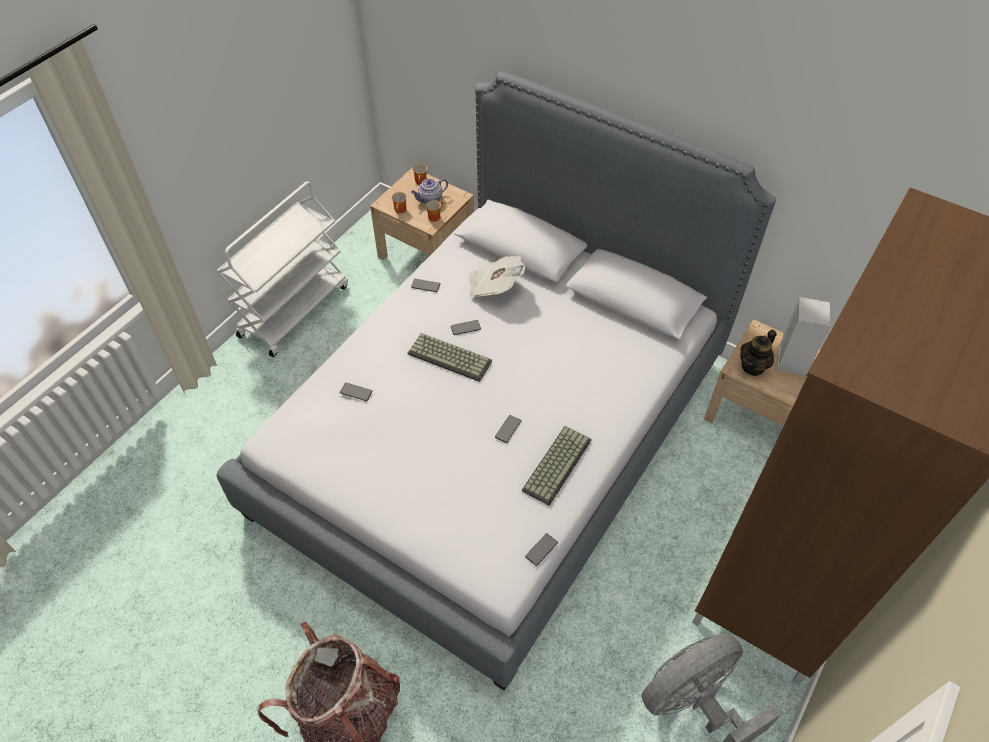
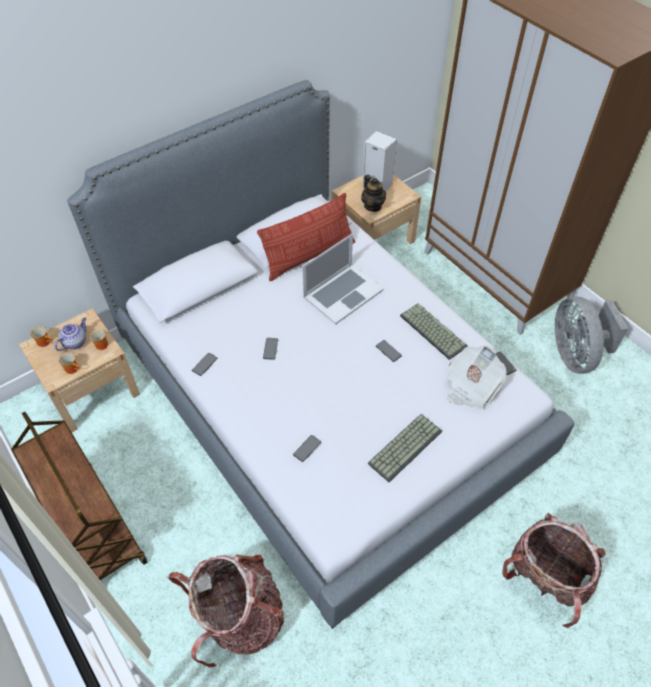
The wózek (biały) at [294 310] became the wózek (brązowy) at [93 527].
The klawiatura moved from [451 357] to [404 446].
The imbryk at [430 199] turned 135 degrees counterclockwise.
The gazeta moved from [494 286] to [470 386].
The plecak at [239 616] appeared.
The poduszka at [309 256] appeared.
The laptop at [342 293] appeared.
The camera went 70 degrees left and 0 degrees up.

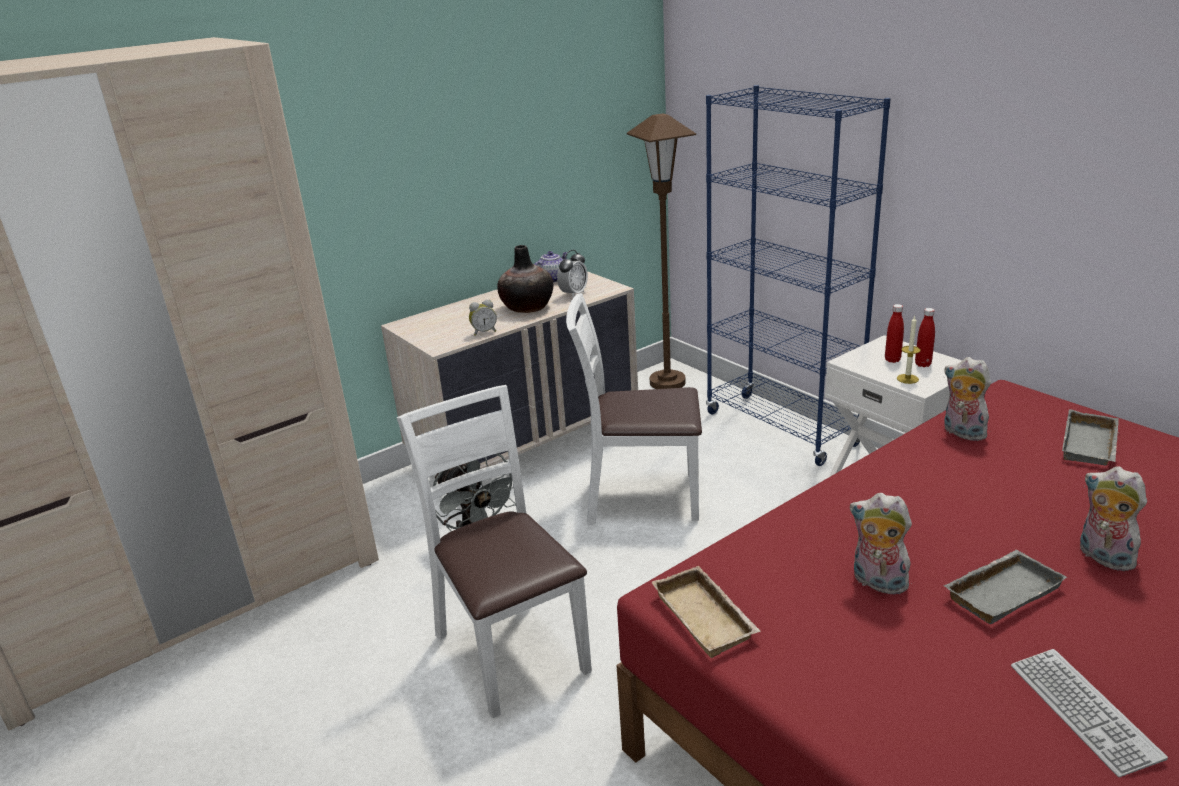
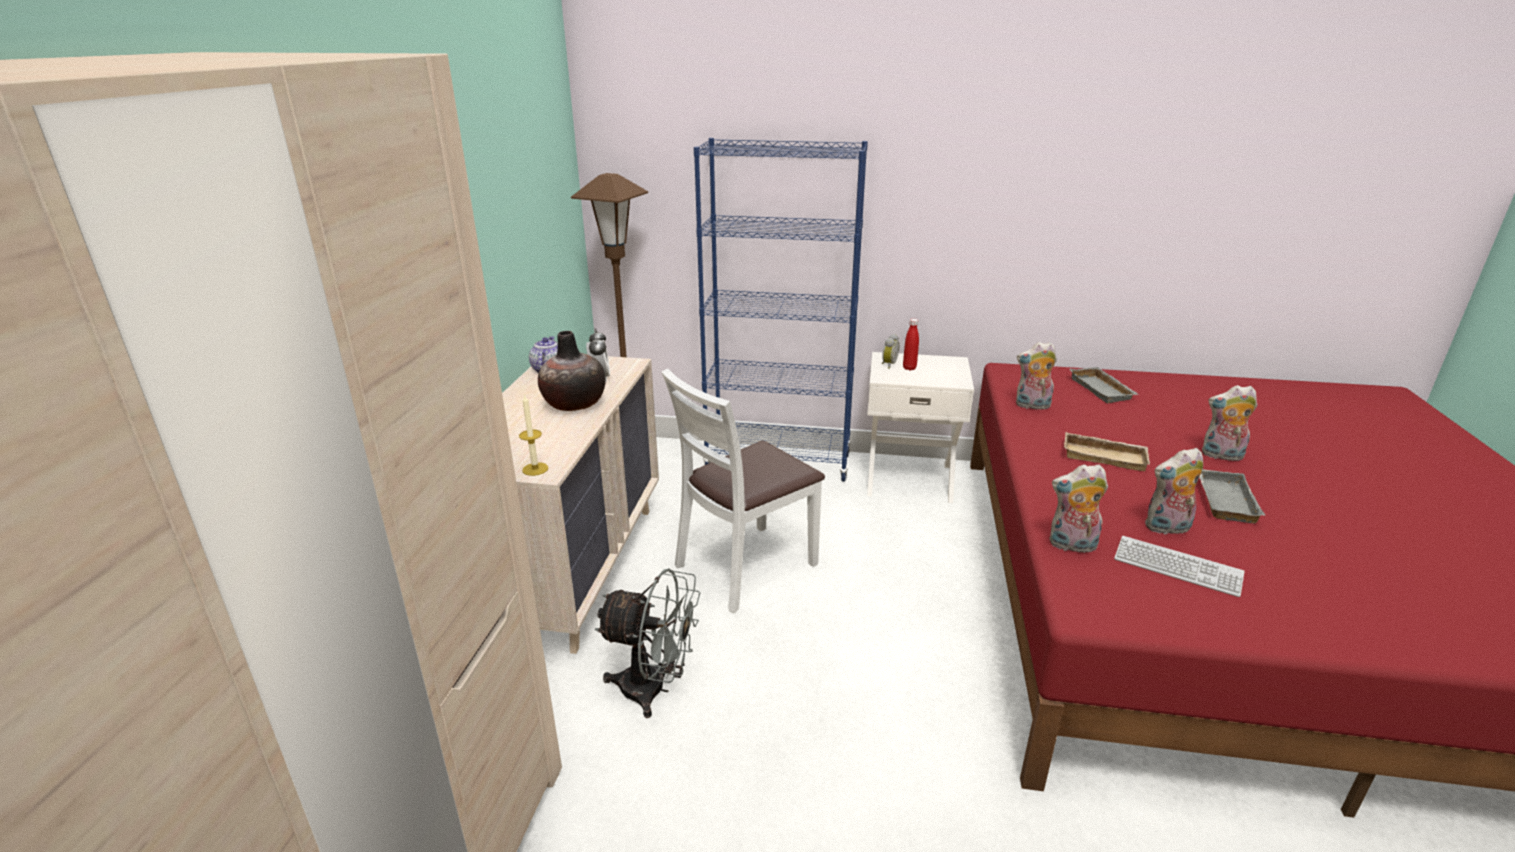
The krzesło (biały) at [512 650] disappeared.
The budzik moved from [484 332] to [888 364].
The taca (beżowy) moved from [707 617] to [1105 456].
The świeca moved from [907 379] to [535 469].
The butelka (czerwony) at [923 364] disappeared.
The klawiatura moved from [1083 711] to [1177 567].
The pluszak at [1071 545] appeared.
The camera went 45 degrees left and 0 degrees up.

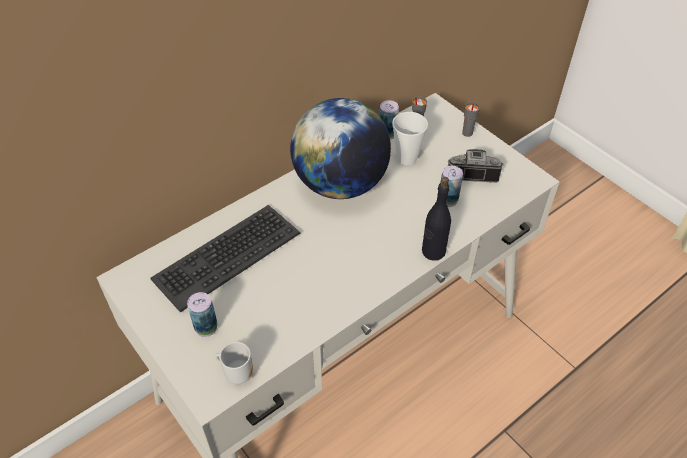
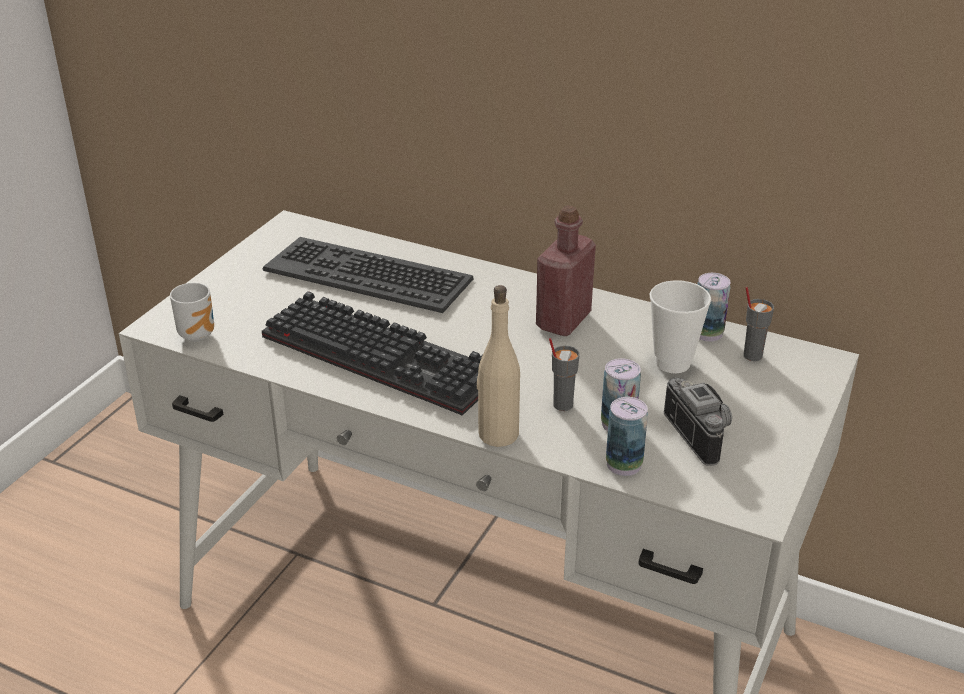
The puszka moved from [206 327] to [624 464].
The globus at [340 184] was replaced by the butelka (czerwony) at [563 321].
The butelka (czarny) at [433 251] became the butelka (beżowy) at [497 434].
The filiżanka (szary) moved from [467 133] to [562 405].
The klawiatura at [386 356] appeared.
The camera went 65 degrees right and 15 degrees down.

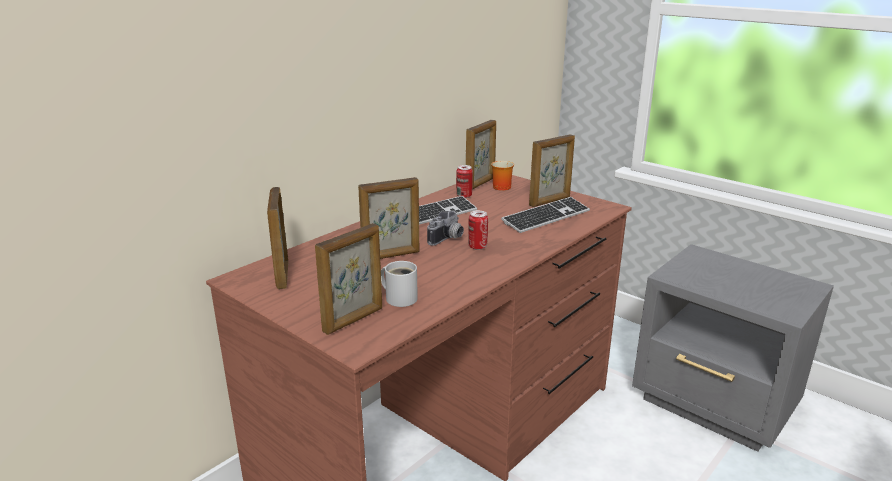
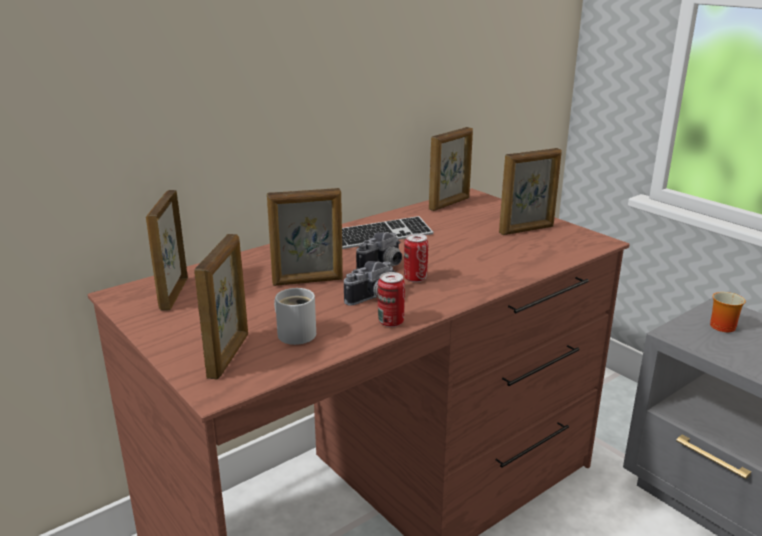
The ramka na zdjęcie at [354 320] turned 45 degrees counterclockwise.
The puszka moved from [464 196] to [391 322].
The kubek moved from [500 186] to [720 325].
The klawiatura at [546 217] disappeared.
The aparat fotograficzny at [374 299] appeared.
The camera went 10 degrees right and 0 degrees up.

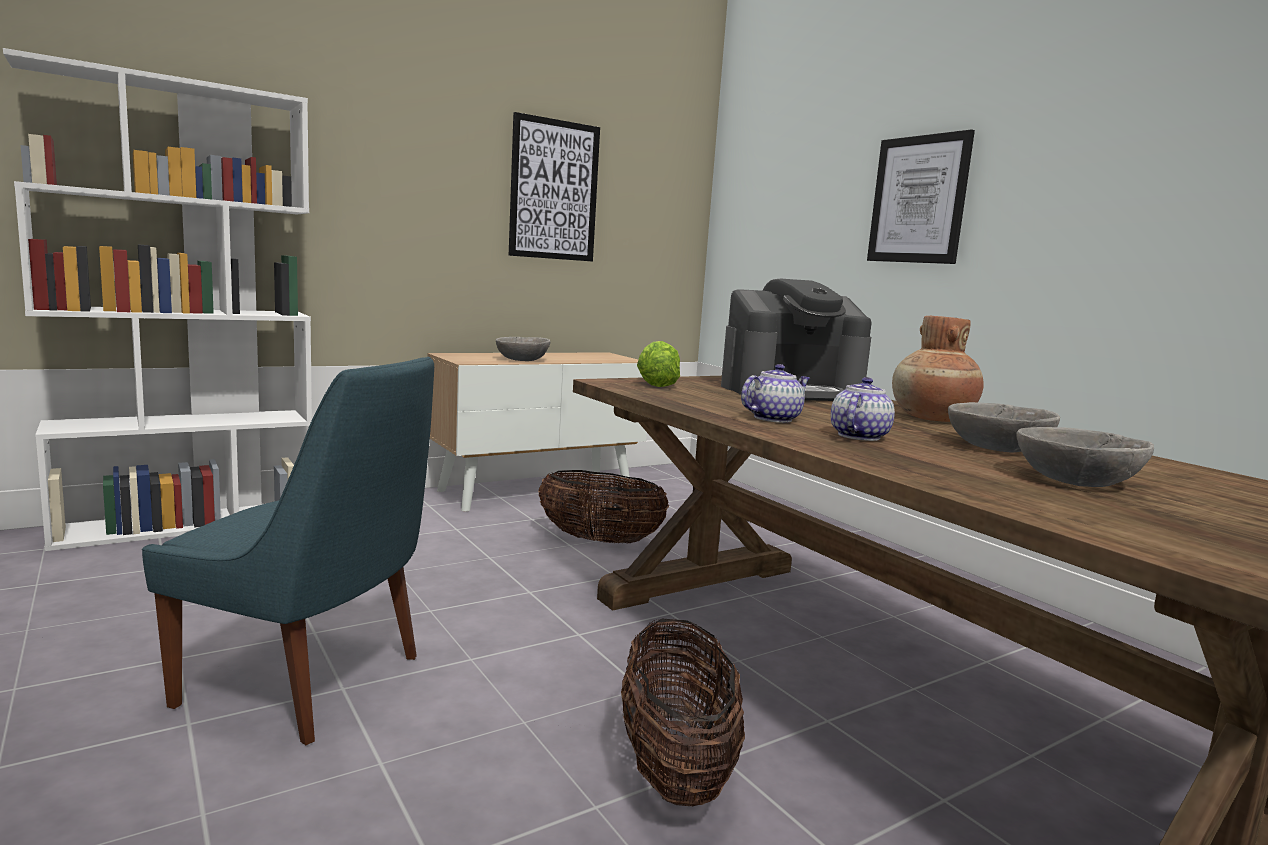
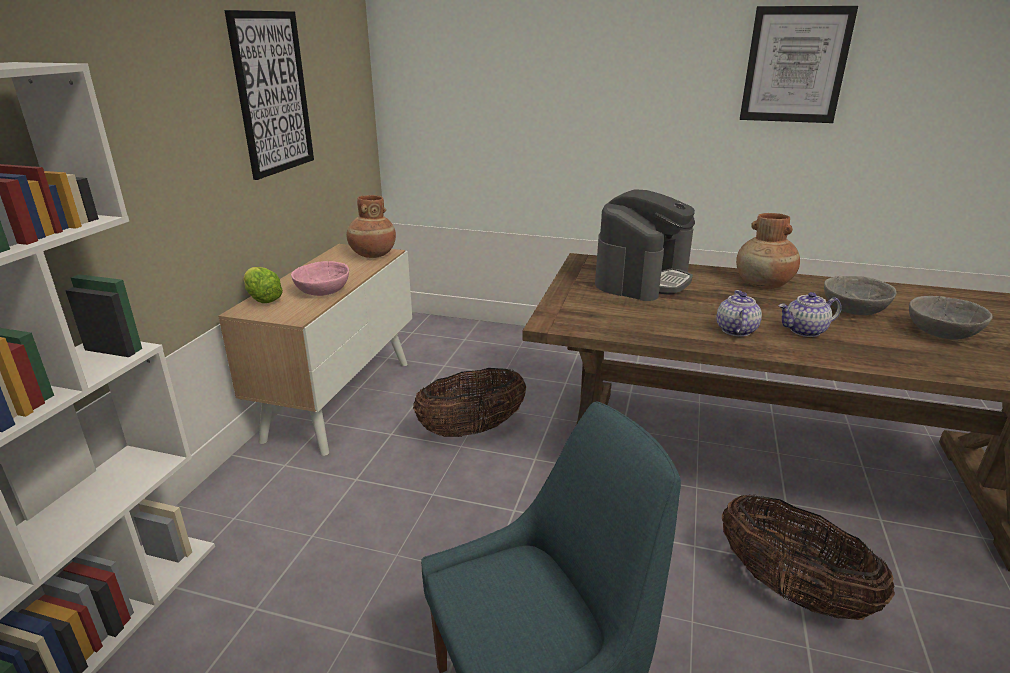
The miska (szary) at [522 359] became the miska (różowy) at [323 291].
The sałata moved from [657 384] to [263 299].
The imbryk at [858 436] turned 90 degrees counterclockwise.
The obraz moved from [918 200] to [795 65].
The wazon (brązowy) at [372 254] appeared.
The camera went 40 degrees left and 15 degrees up.

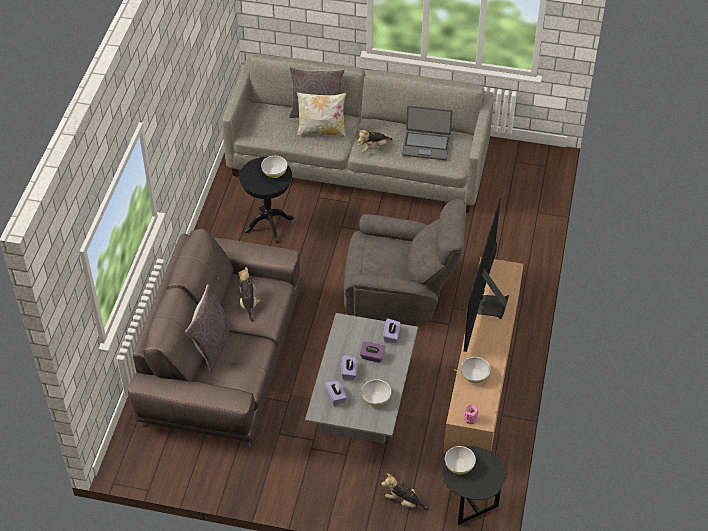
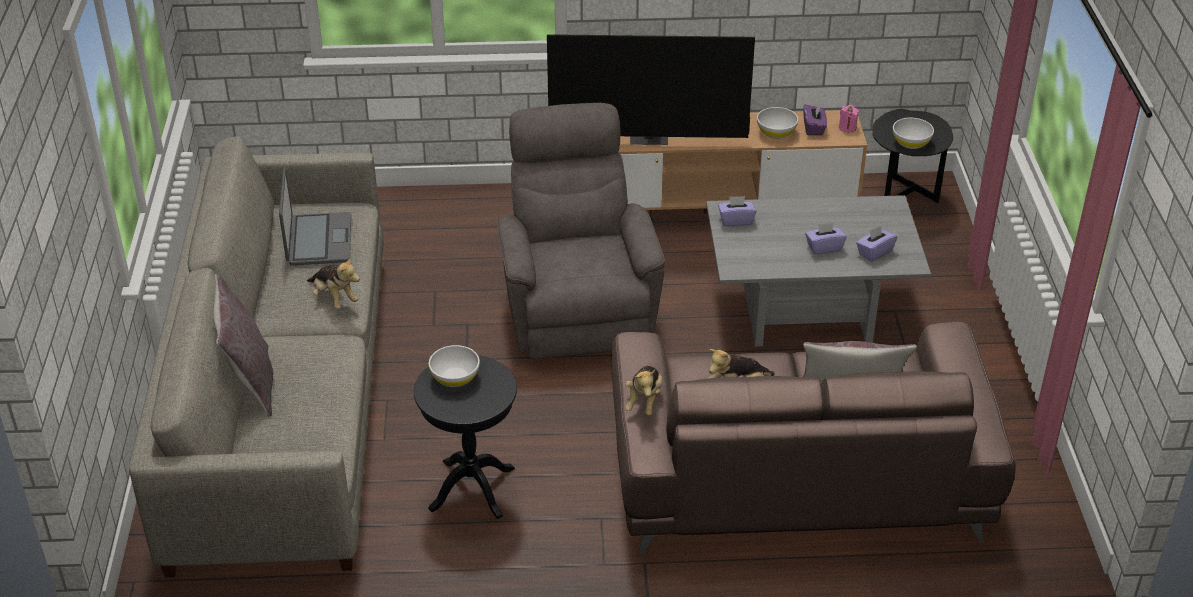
The poduszka at [321 131] disappeared.
The pudełko chusteczek (fioletowy) moved from [372 356] to [814 128].
The miska (biały) at [376 398] disappeared.
The pluszak moved from [404 501] to [644 401].
The camera went 105 degrees left and 10 degrees down.

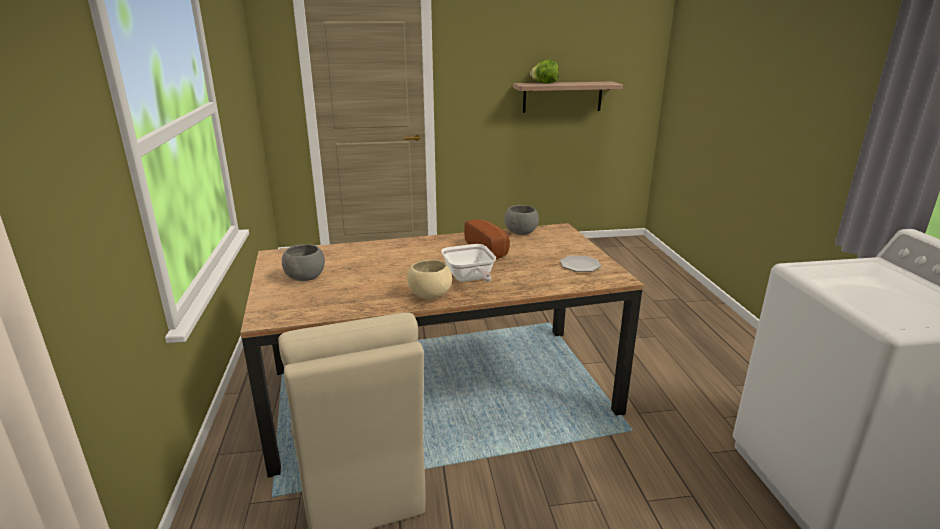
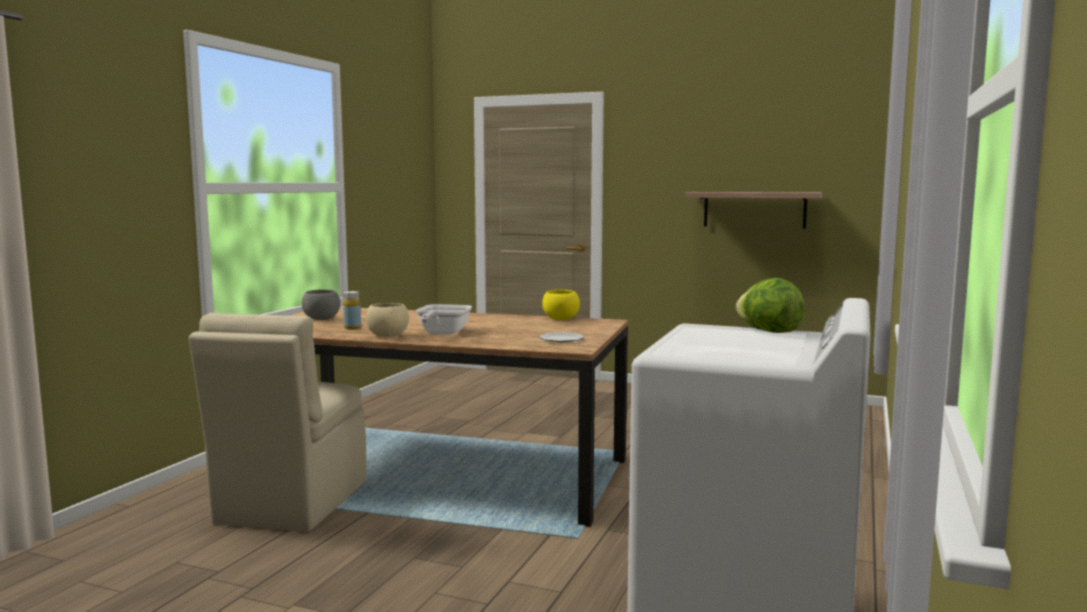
The chleb at [489 249] disappeared.
The miska (szary) at [521 233] became the miska (żółty) at [560 319].
The sałata moved from [544 83] to [769 332].
The butelka (żółty) at [352 328] appeared.
The camera went 30 degrees right and 15 degrees down.

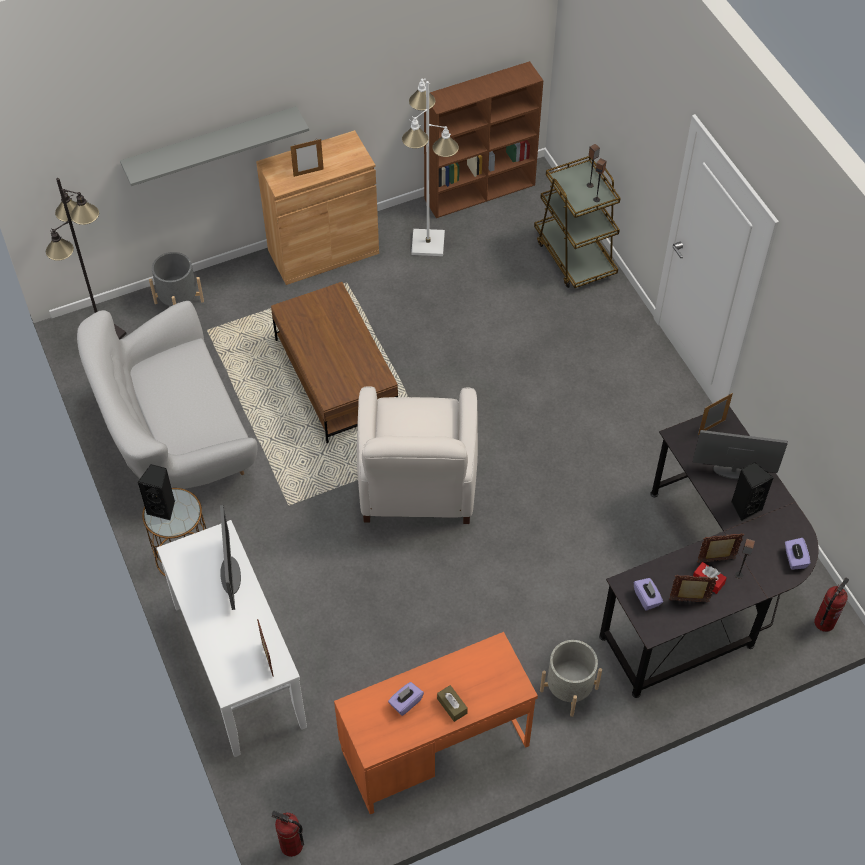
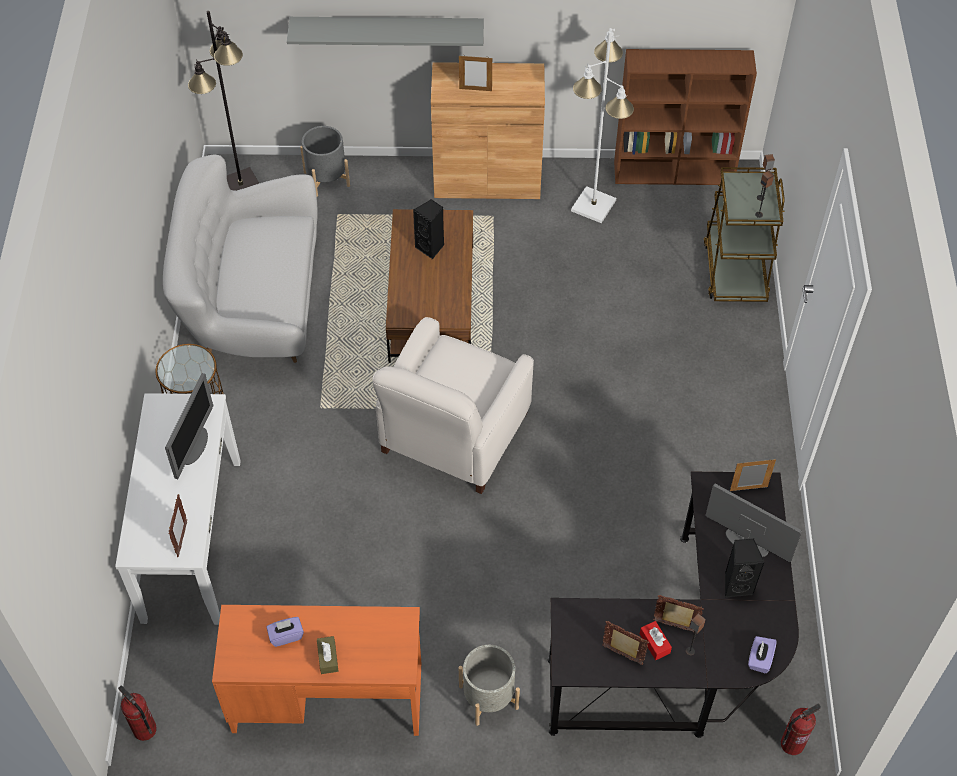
The głośnik (czarny) moved from [163 508] to [431 247].
The pudełko chusteczek (fioletowy) at [647 598] disappeared.
The camera went 25 degrees right and 0 degrees up.

